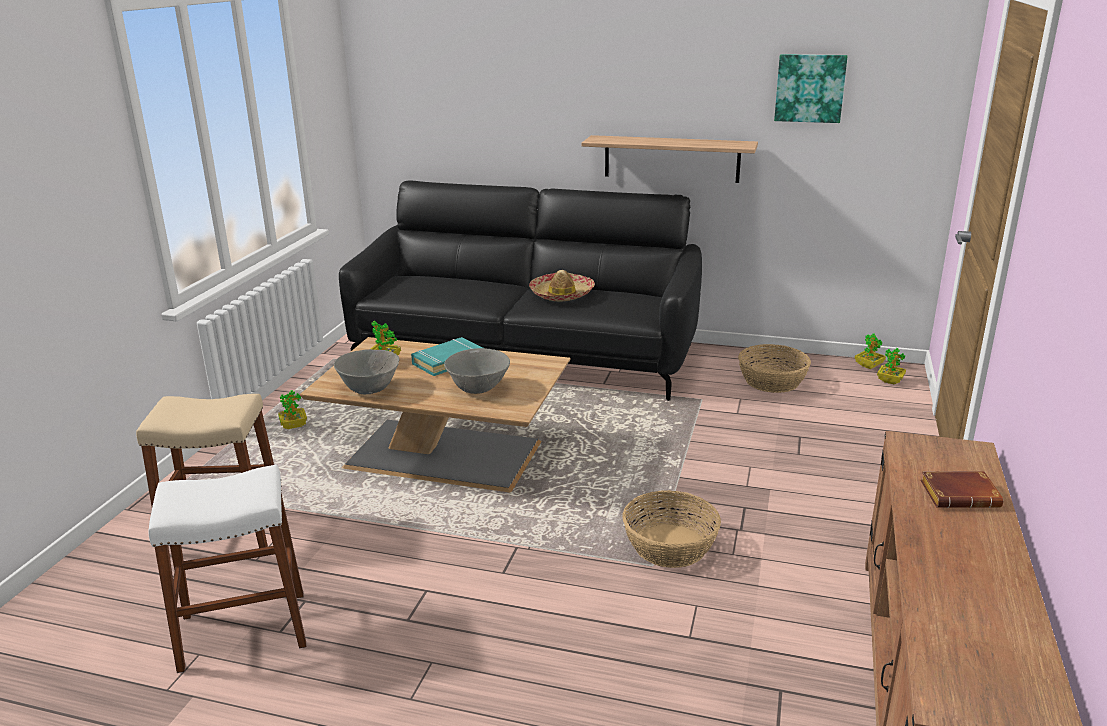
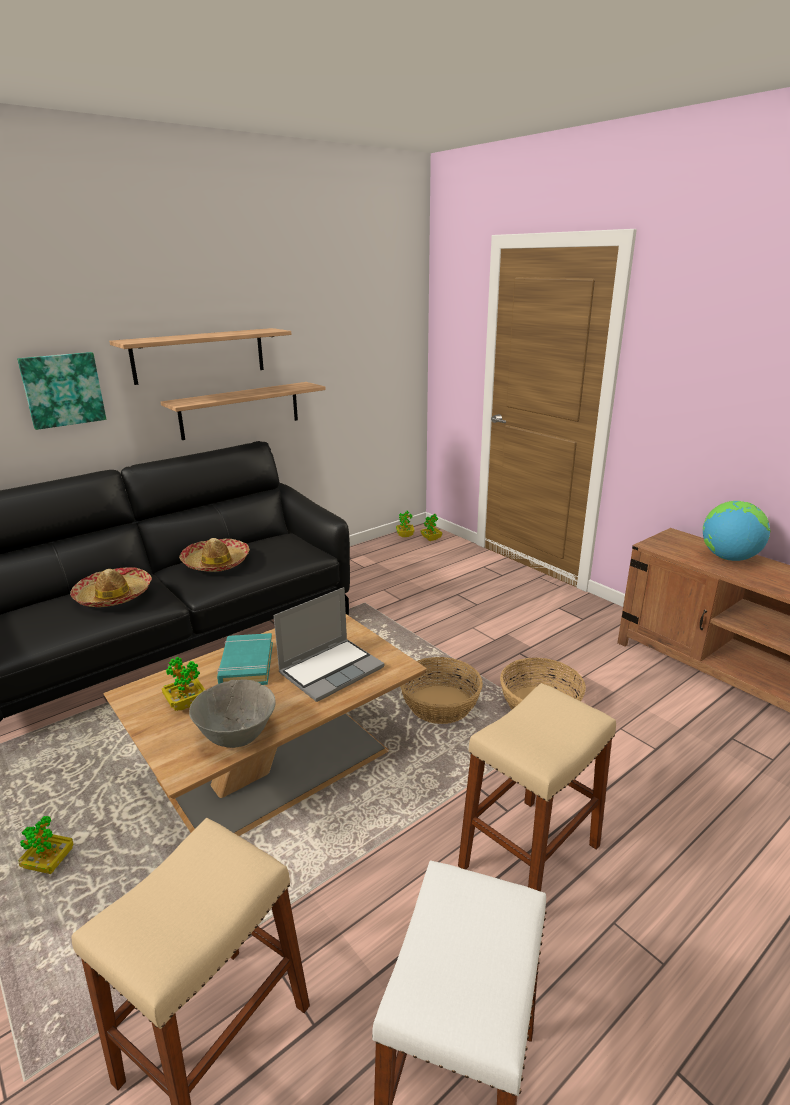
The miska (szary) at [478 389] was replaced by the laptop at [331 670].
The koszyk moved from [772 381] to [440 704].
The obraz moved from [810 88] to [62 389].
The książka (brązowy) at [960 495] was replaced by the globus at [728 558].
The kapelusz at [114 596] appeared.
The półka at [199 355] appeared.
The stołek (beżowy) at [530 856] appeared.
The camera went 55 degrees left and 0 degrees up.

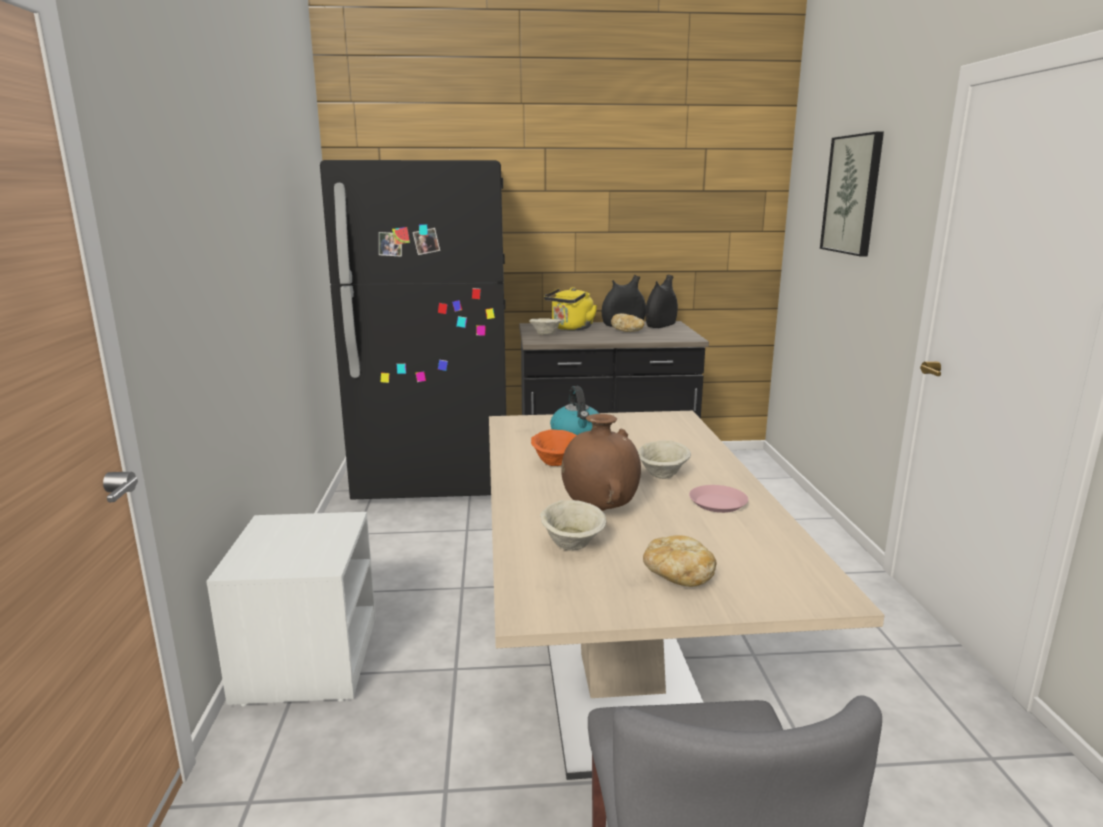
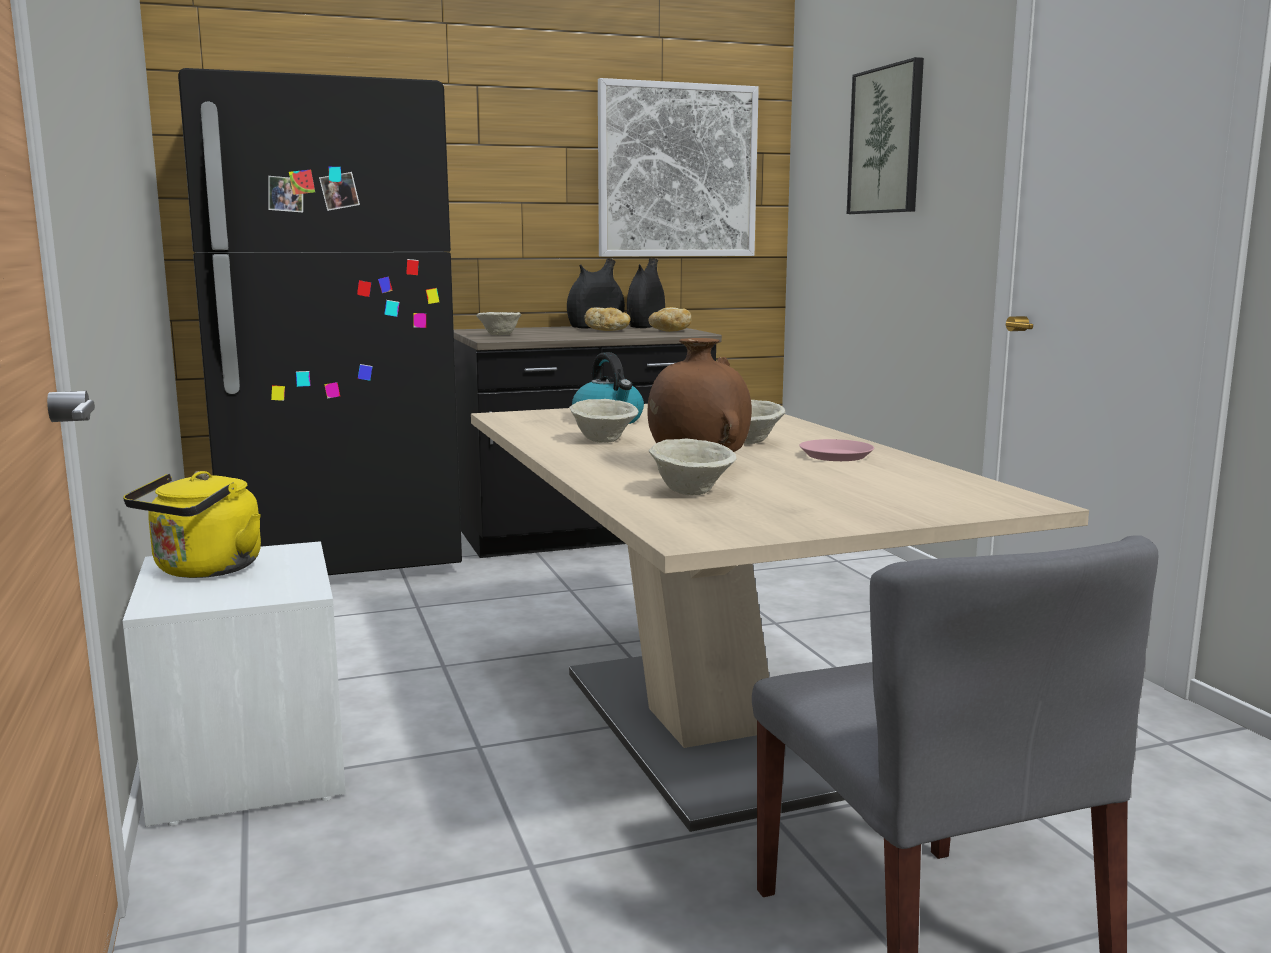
The miska (pomarańczowy) at [556 463] became the miska (beżowy) at [604 440].
The czajnik (żółty) moved from [570 328] to [204 570].
The chleb moved from [677 576] to [669 331].
The obraz at [677 171] appeared.
The camera went 15 degrees left and 5 degrees down.

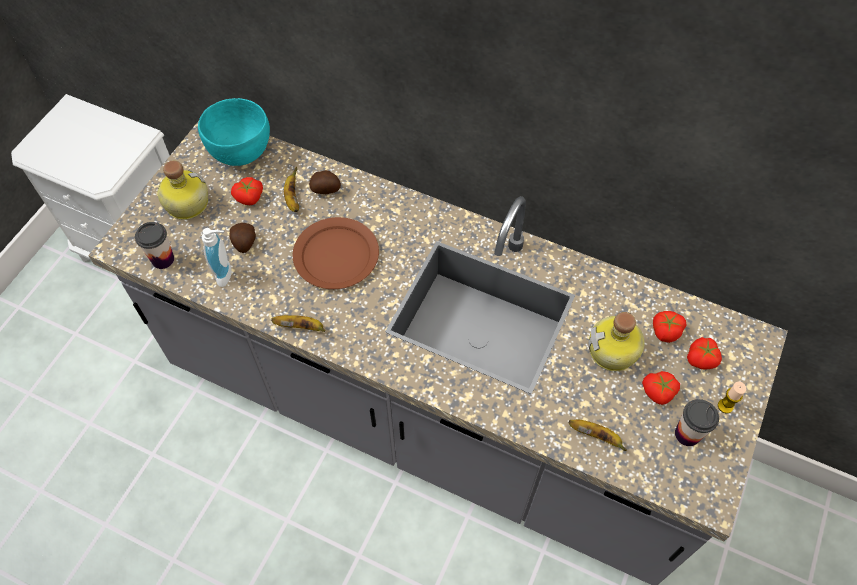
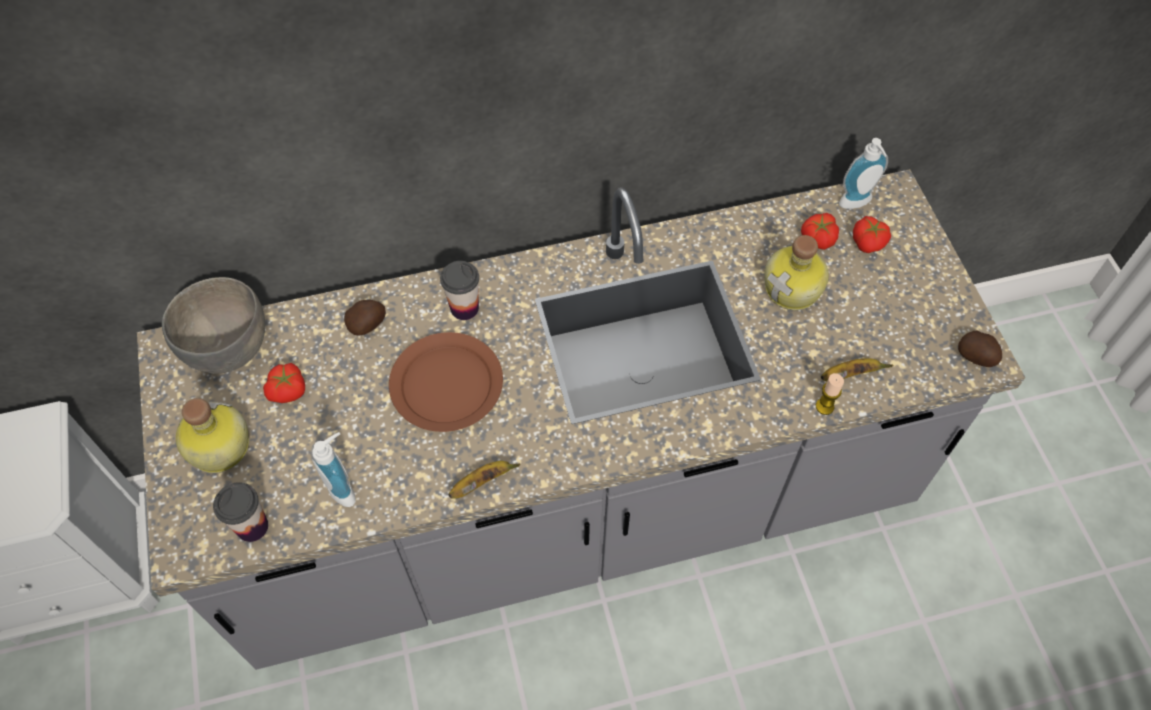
The miska (turkusowy) at [241 153] became the miska (szary) at [229 349].
The ziemniak moved from [244 243] to [976 357].
The banan at [292 198] disappeared.
The pomidor at [658 392] disappeared.
The filiżanka moved from [687 434] to [464 308].
The świeca moved from [725 406] to [824 406].
The dozownik mydła at [857 204] appeared.
The camera went 40 degrees left and 0 degrees up.

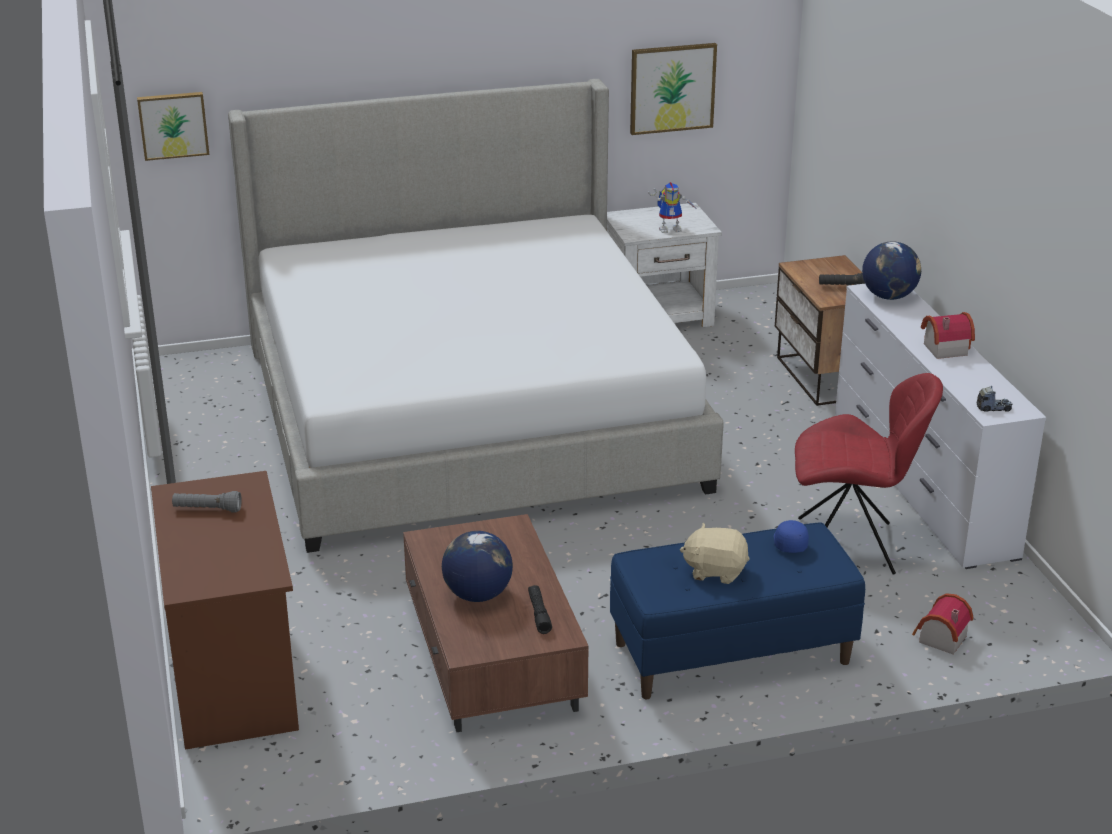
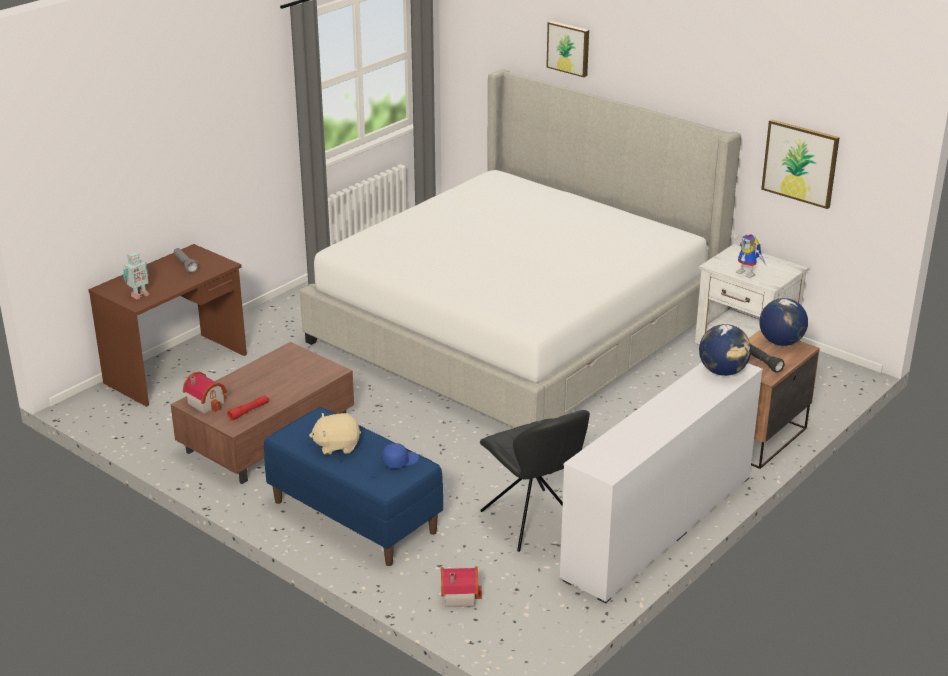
The obraz moved from [173 125] to [569 48].
The globus moved from [477 595] to [781 342].
The latarka (czarny) at [539 614] became the latarka (czerwony) at [249 411].
The pluszak (beżowy) at [715 571] turned 75 degrees counterclockwise.
The krzesło (czerwony) at [850 546] became the krzesło (czarny) at [533 522].
The domek moved from [943 348] to [207 402].
The ciężarówka zabawkowa at [993 408] disappeared.
The robot zabawkowy at [138 295] appeared.
The camera went 55 degrees right and 0 degrees up.

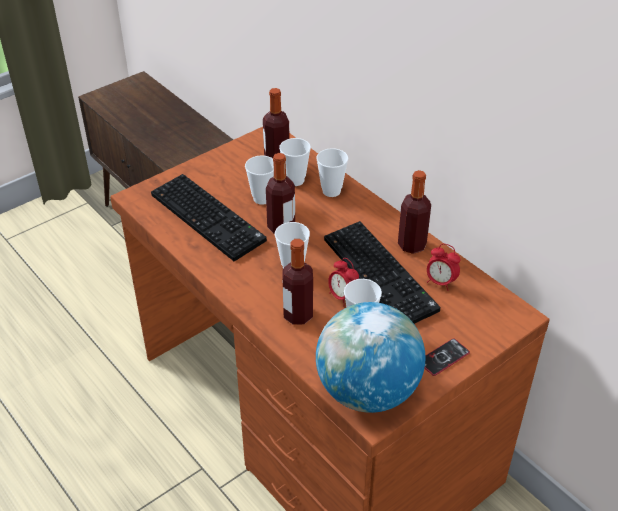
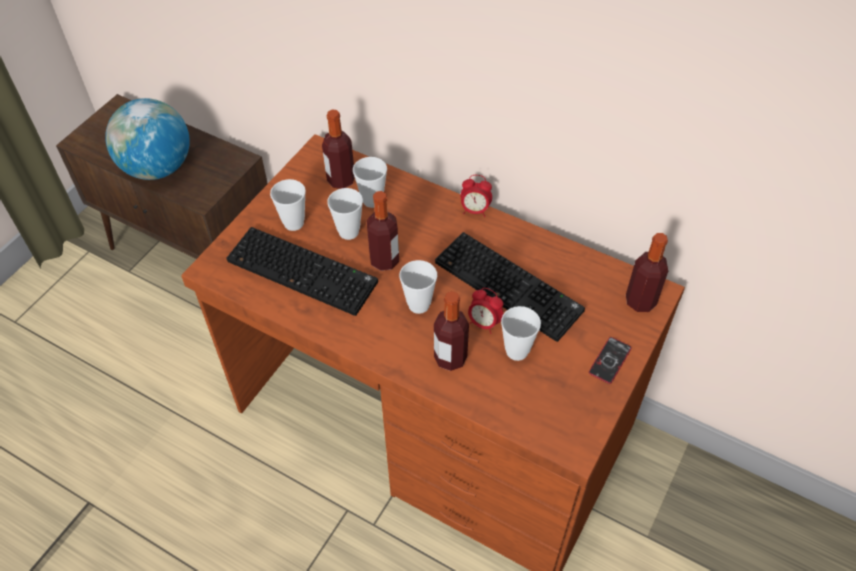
The filiżanka moved from [331 191] to [293 223].
The globus moved from [367 391] to [158 168].
The butelka moved from [412 245] to [640 301].
The budzik moved from [440 282] to [475 210].
The camera went 20 degrees left and 10 degrees up.

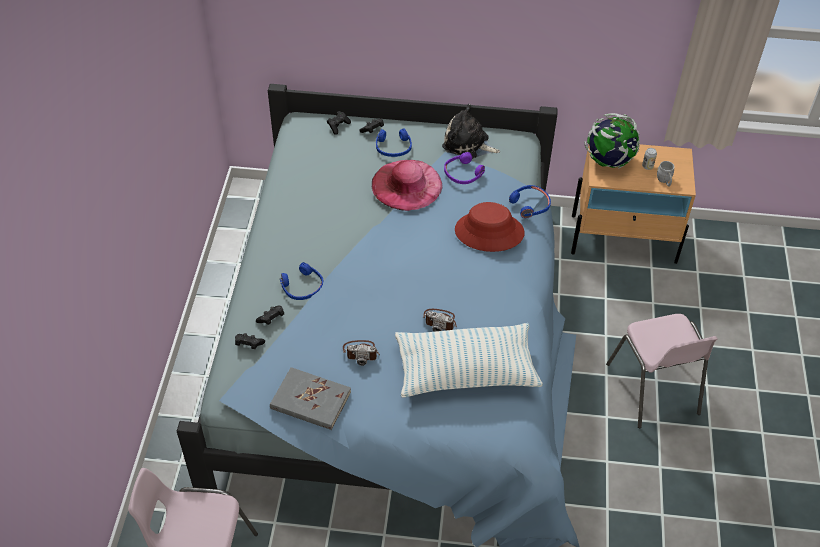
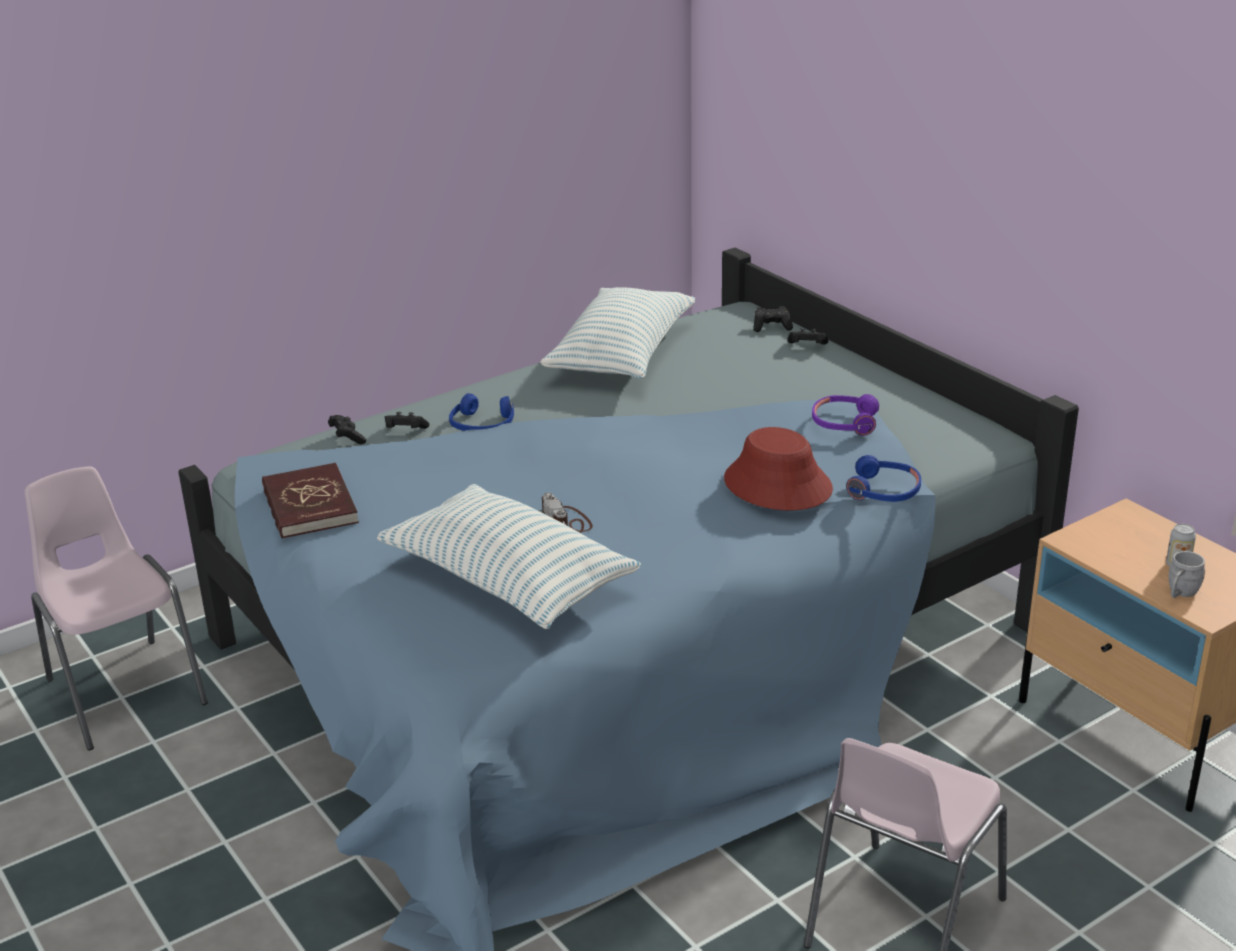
The książka (szary) at [310 401] became the książka (czerwony) at [309 505].
The aparat fotograficzny at [361 352] disappeared.
The kapelusz (różowy) at [407 184] disappeared.
The słuchawki (niebieski) at [393 147] disappeared.
The pluszak at [468 144] disappeared.
The globus at [608 161] disappeared.
The poduszka at [621 356] appeared.
The camera went 50 degrees right and 20 degrees down.

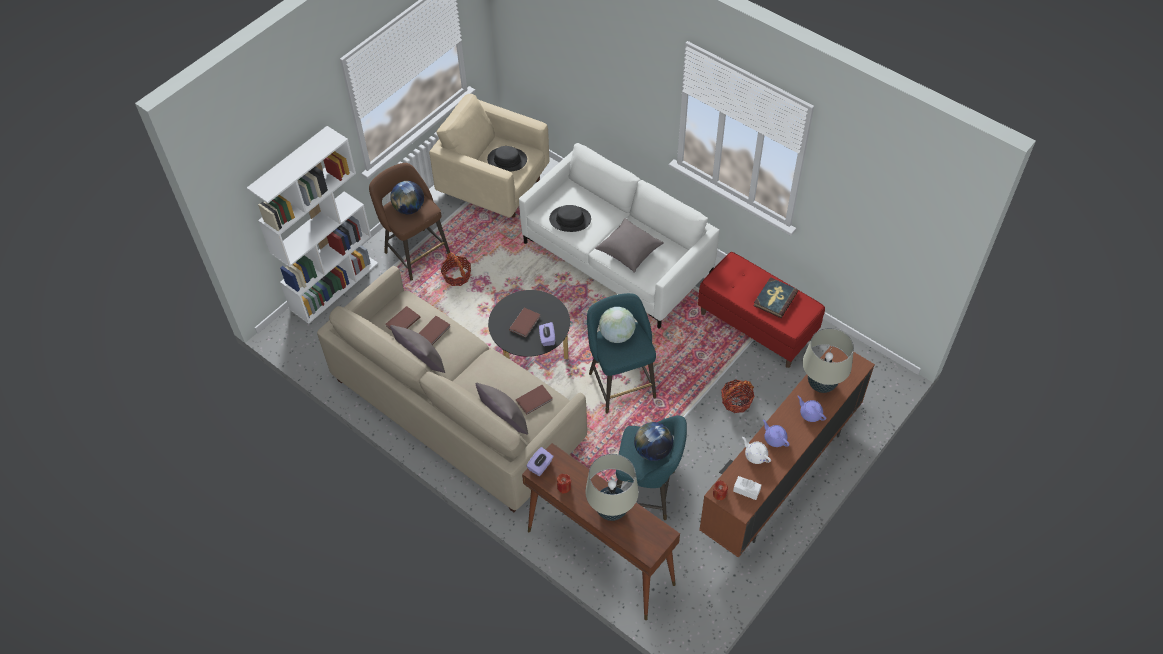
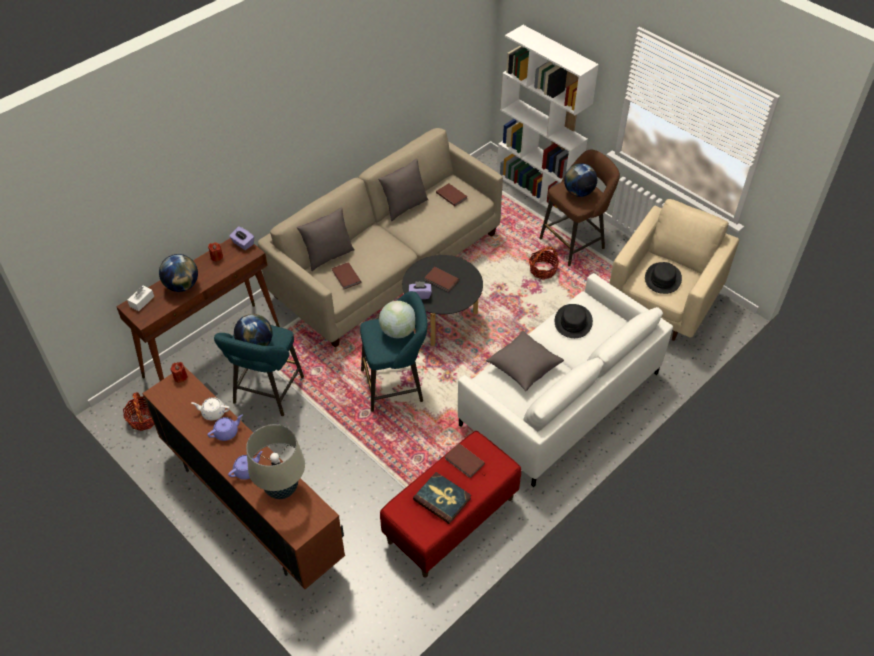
The książka (brązowy) moved from [434 331] to [464 462].
The lampa stołowa (beżowy) at [611 510] was replaced by the globus at [182 286].
The koszyk moved from [736 401] to [143 419].
The pudełko chusteczek (biały) moved from [746 490] to [142 301].
The imbryk (biały) at [755 455] turned 135 degrees counterclockwise.
The camera went 95 degrees right and 5 degrees down.

